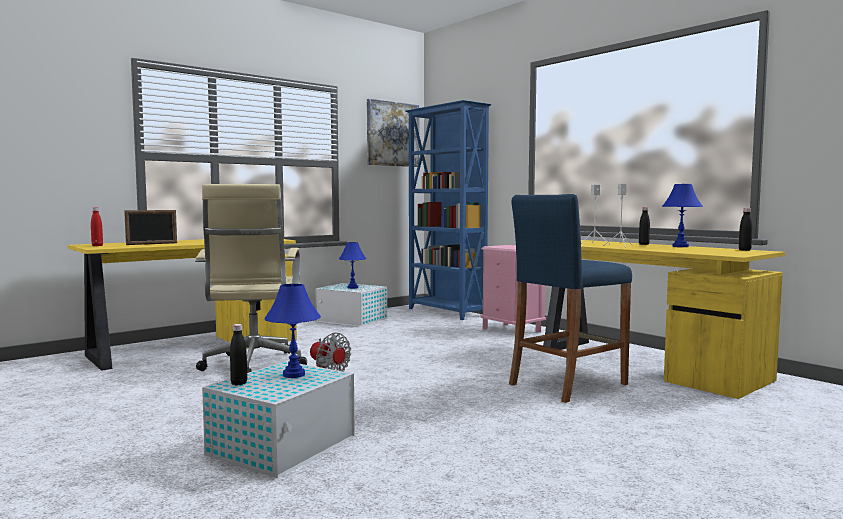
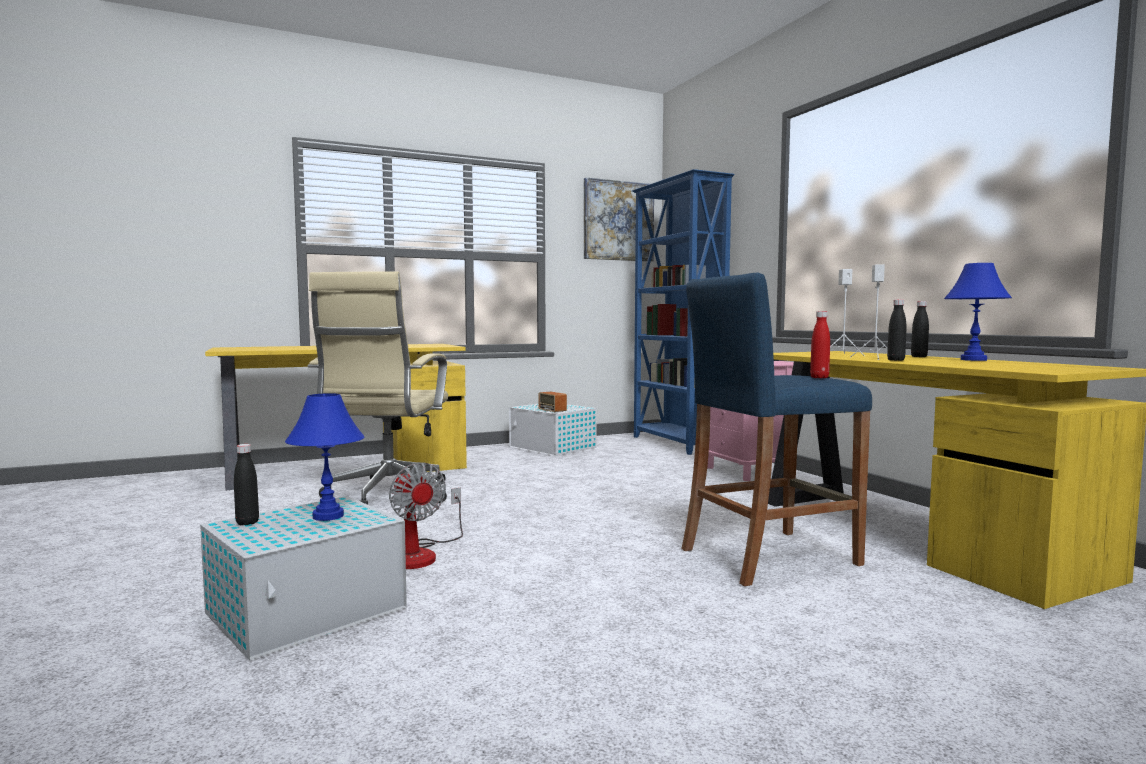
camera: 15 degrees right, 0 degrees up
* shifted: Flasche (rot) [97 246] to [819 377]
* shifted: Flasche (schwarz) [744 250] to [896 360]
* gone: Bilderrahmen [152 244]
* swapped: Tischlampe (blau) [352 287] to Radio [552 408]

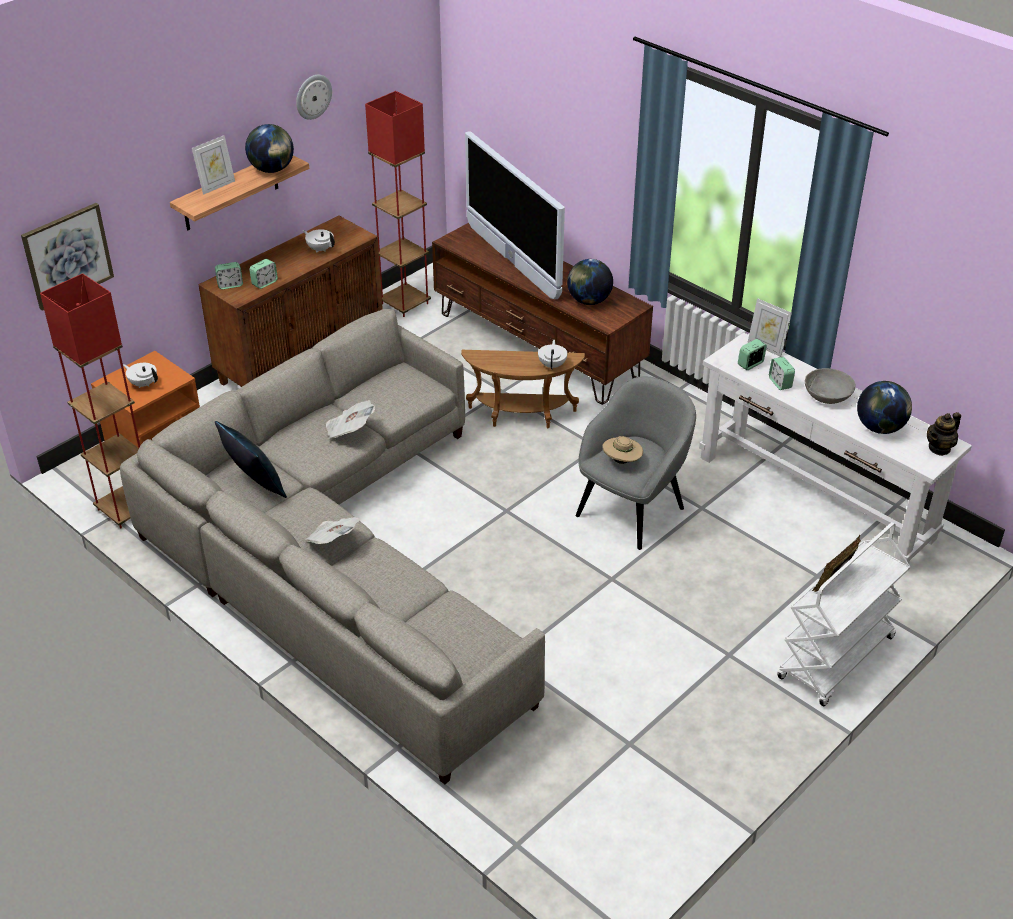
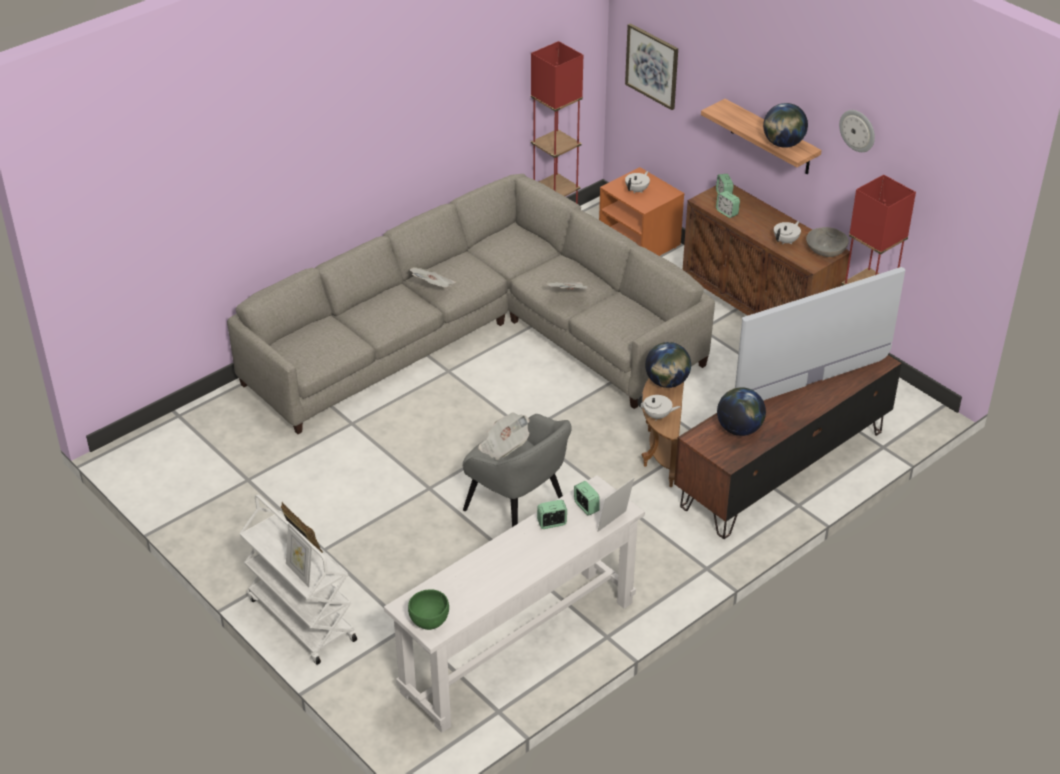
camera: 95 degrees right, 0 degrees up
* shifted: Bilderrahmen [217 186] to [301 573]
* shifted: Schüssel (grau) [827 396] to [825 250]
* shifted: Globus [880 427] to [667 382]
* swapped: Teekanne [939 448] to Schüssel (grün) [429 622]
* gone: Kissen (blau) [254 485]
* swapped: Hut (beige) [622 461] to Zeitung [504 446]

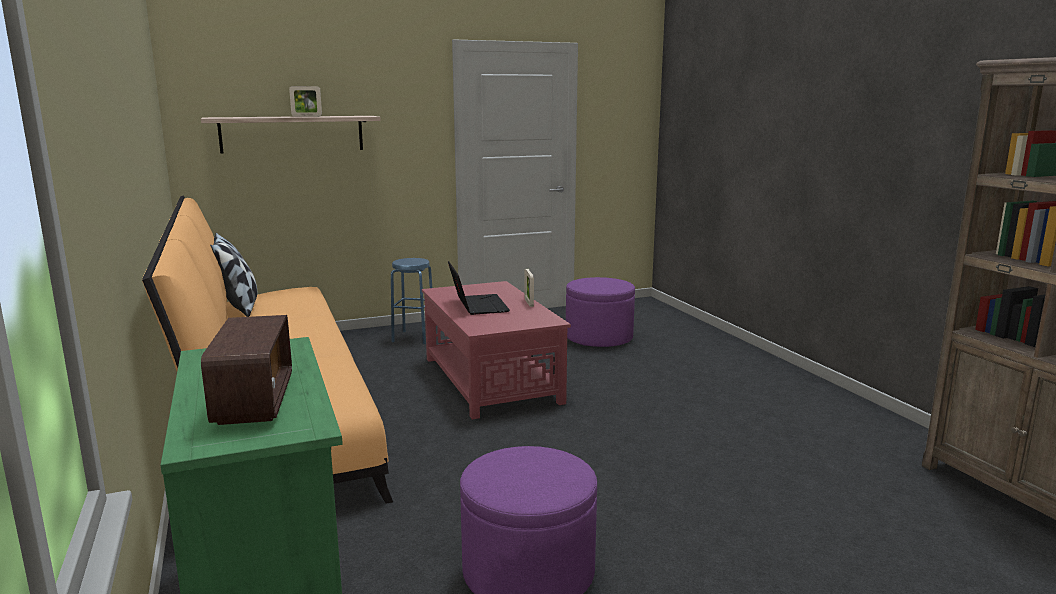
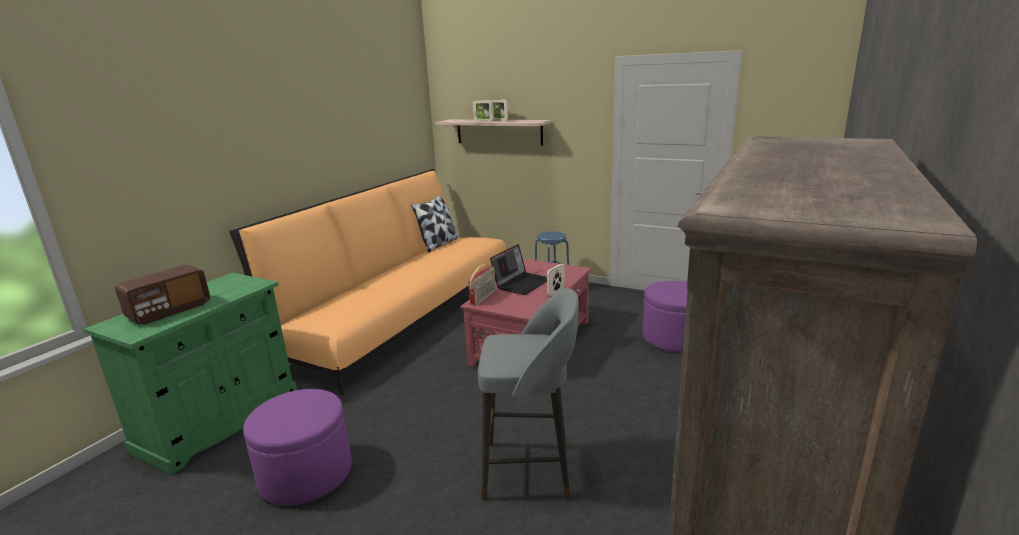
camera: 50 degrees right, 5 degrees up
* new: Bilderrahmen [483 121]
* new: Radio [483 298]
* new: Hocker (grau) [530 470]

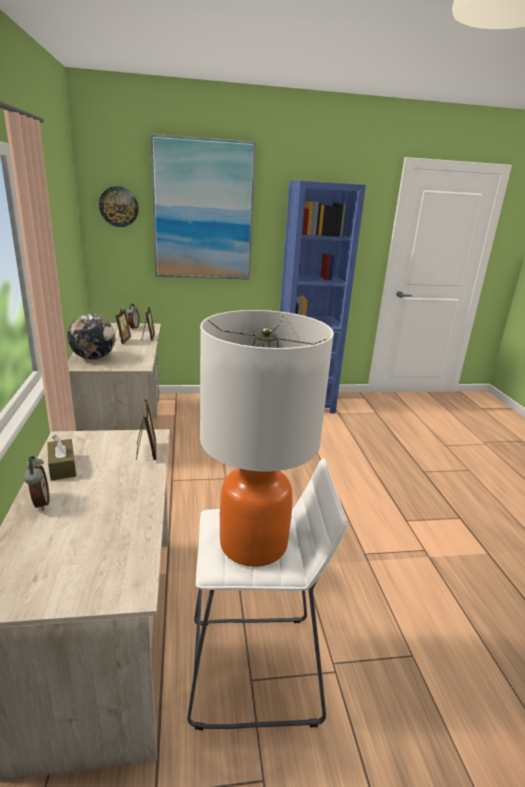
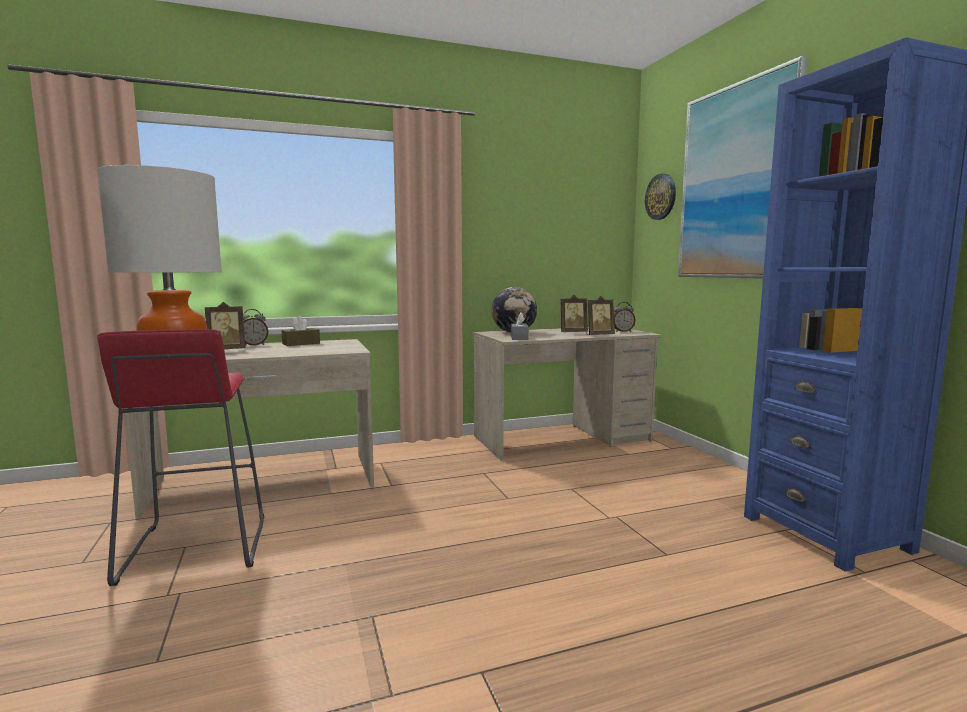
camera: 80 degrees right, 15 degrees down
* shifted: Bilderrahmen [146 452] to [227 350]
* repainted: Hocker (weiß) [255 670] to Hocker (rot) [195 547]
* new: Taschentuchbox (grau) [519 338]

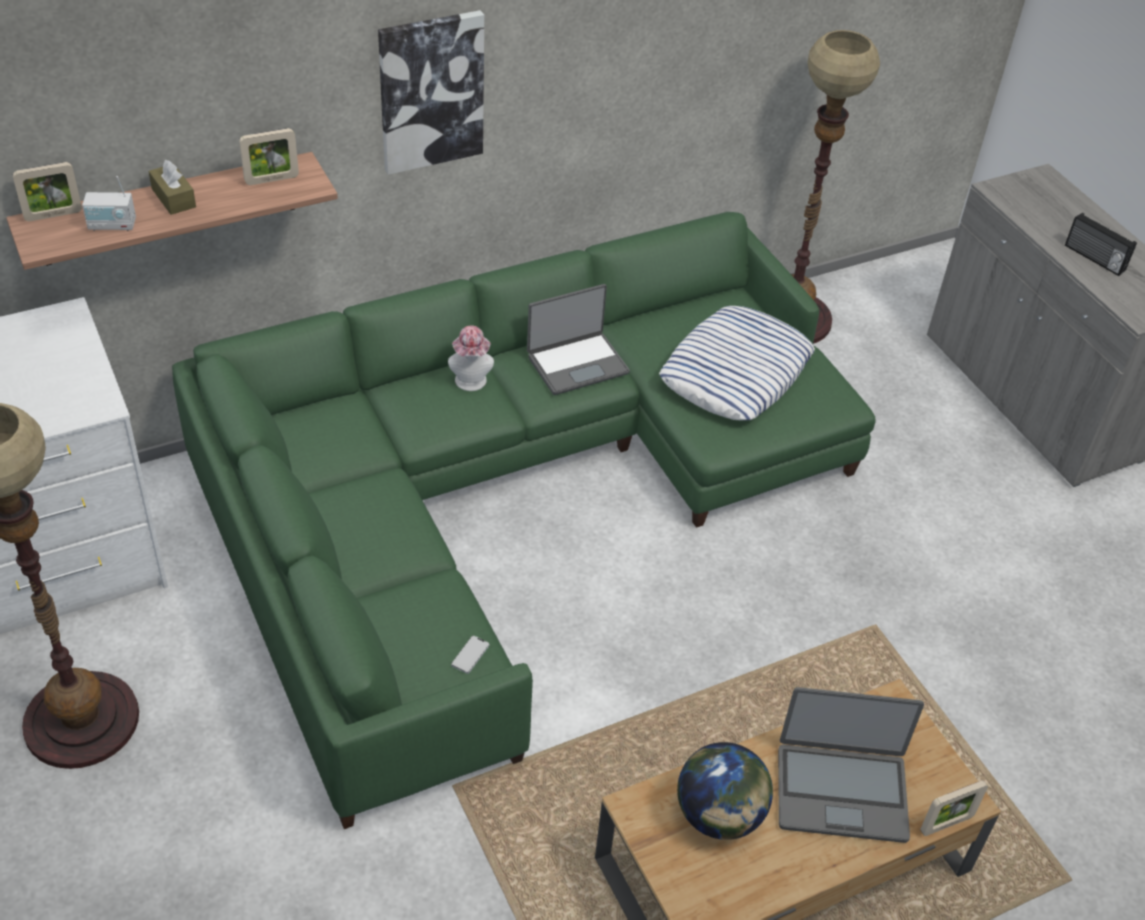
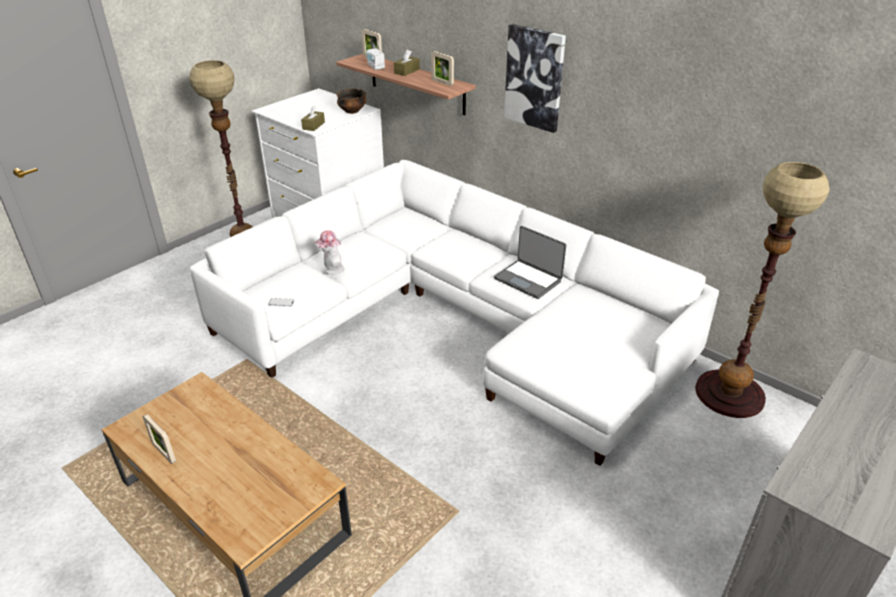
camera: 70 degrees right, 10 degrees down
* repainted: Sofa (grün) [507 494] to Sofa (weiß) [457 320]
* gone: Radio [1094 258]
* gone: Kissen [735 372]
* shifted: Hut [471 383] to [331 270]
* gone: Laptop [841 791]
* gone: Globus [719 816]
* shifted: Bilderrahmen [946 824] to [164 453]
* new: Schüssel [352 111]
* new: Taschentuchbox (braun) [313 126]

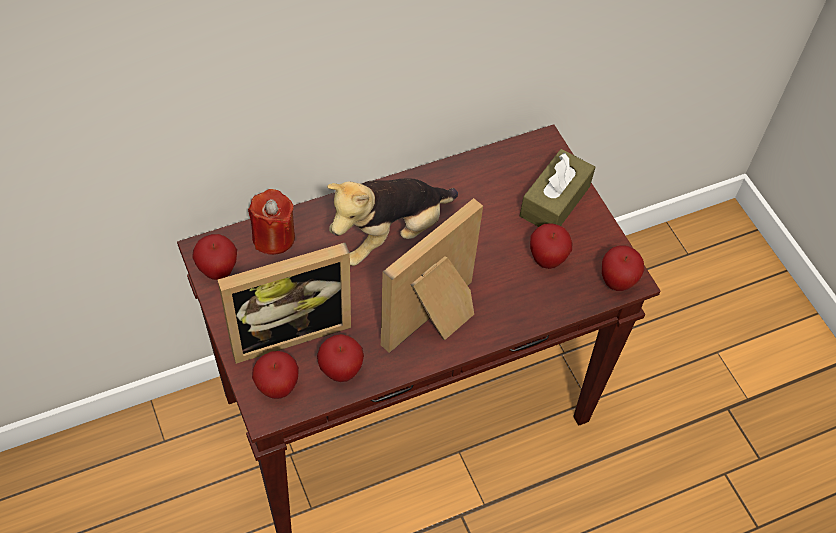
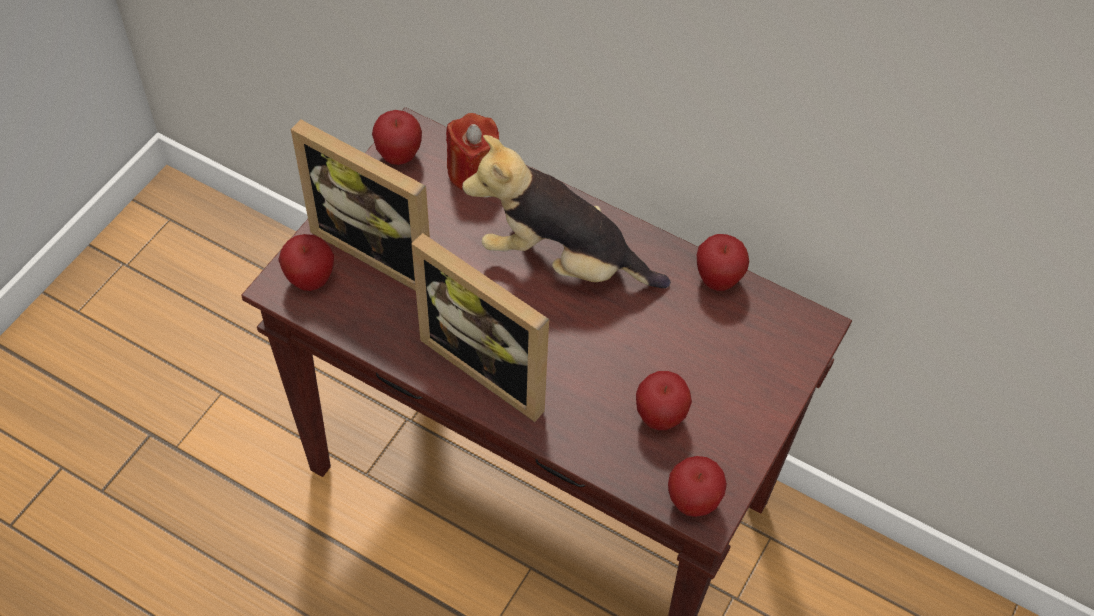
camera: 55 degrees right, 0 degrees up
* gone: Taschentuchbox (braun) [555 201]
* rotated: Bilderrahmen [437 322] = [492 363] 150 degrees counterclockwise
* shifted: Apfel [341 371] to [718 280]

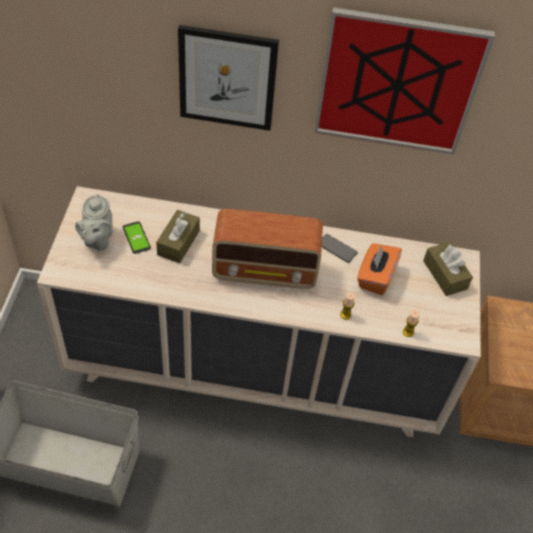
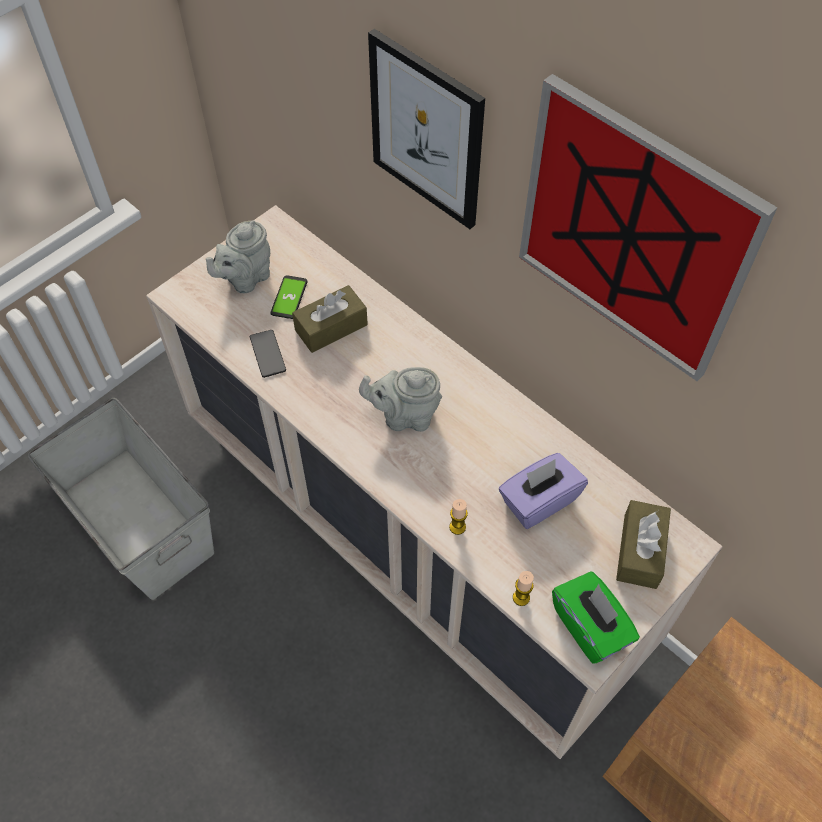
camera: 40 degrees right, 5 degrees up
* swapped: Radio [266 271] to Teekanne (grau) [405 416]
* shifted: Handy [337 249] to [267 354]
* repainted: Taschentuchbox (orange) [375 277] to Taschentuchbox (lila) [538 501]
* new: Taschentuchbox (grün) [590 627]

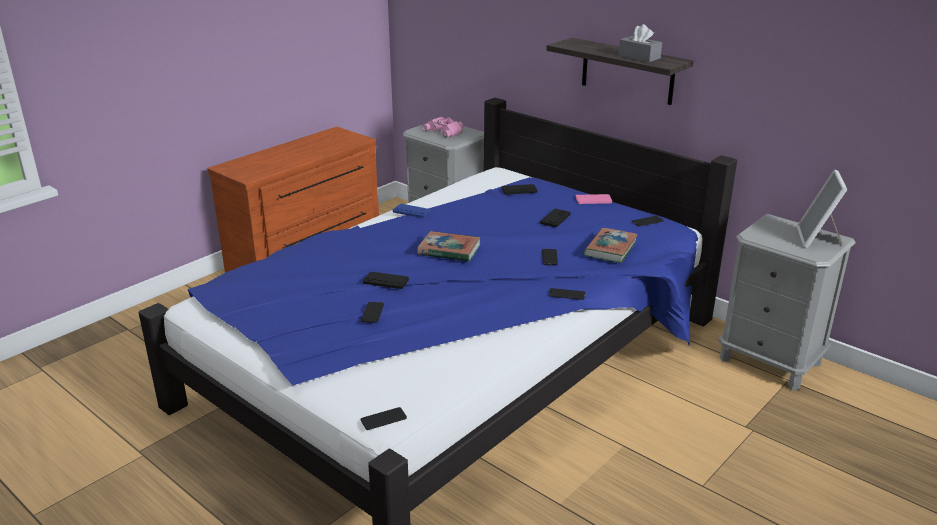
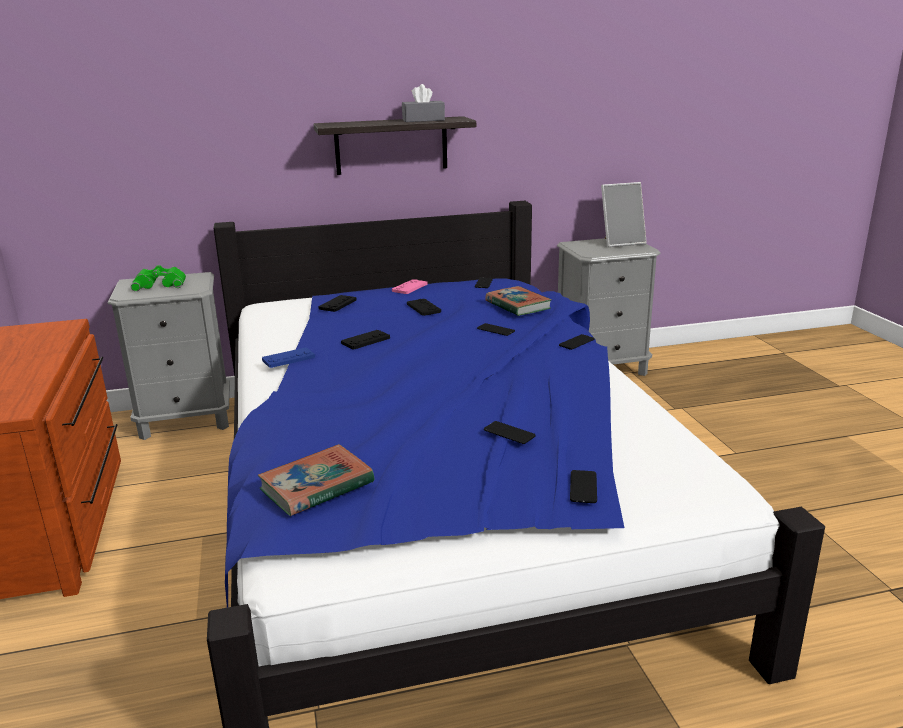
camera: 55 degrees left, 5 degrees down
* repainted: Fernglas (rosa) [445 131] to Fernglas (grün) [160 284]
* rotated: Bilderrahmen [818 239] = [621 242] 60 degrees counterclockwise
* shifted: Buch [449 250] to [317 486]
* shifted: Gamepad (schwarz) [386 281] to [365 341]
* shifted: Handy [383 419] to [583 487]

